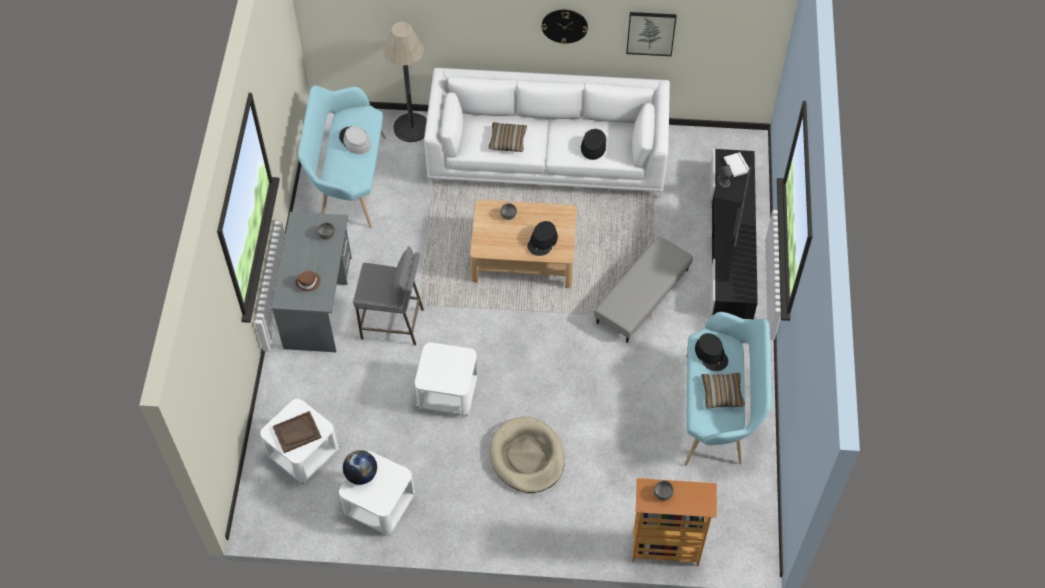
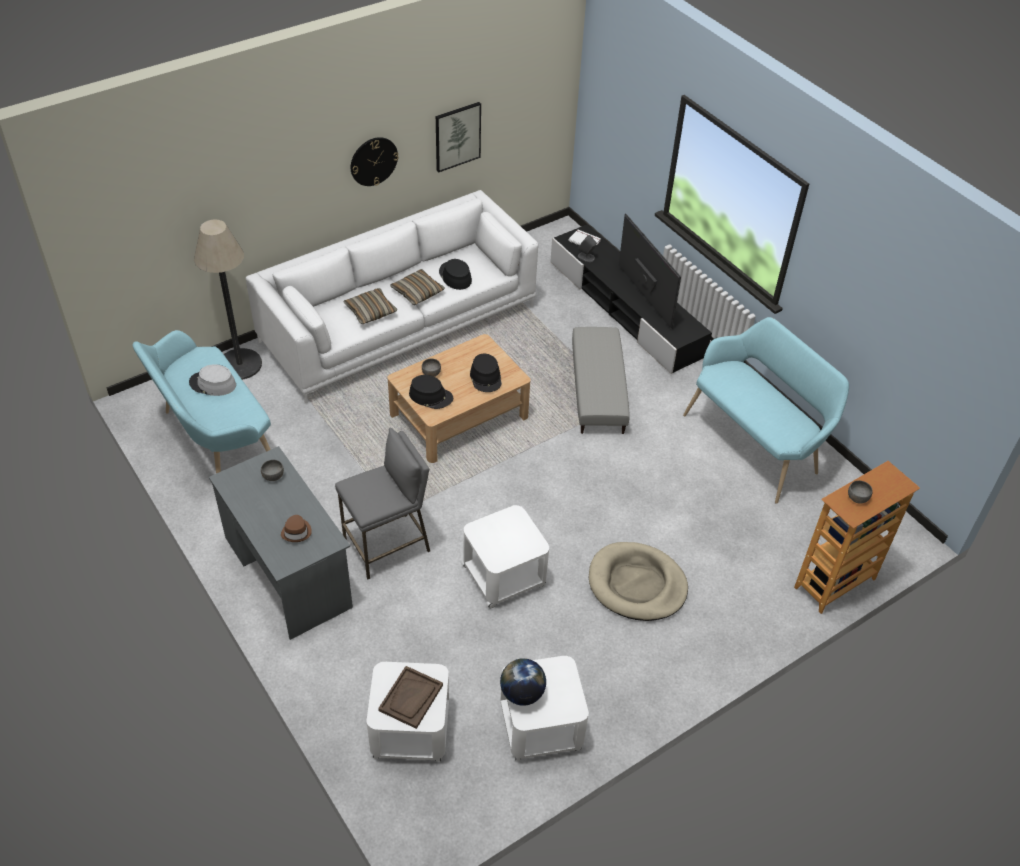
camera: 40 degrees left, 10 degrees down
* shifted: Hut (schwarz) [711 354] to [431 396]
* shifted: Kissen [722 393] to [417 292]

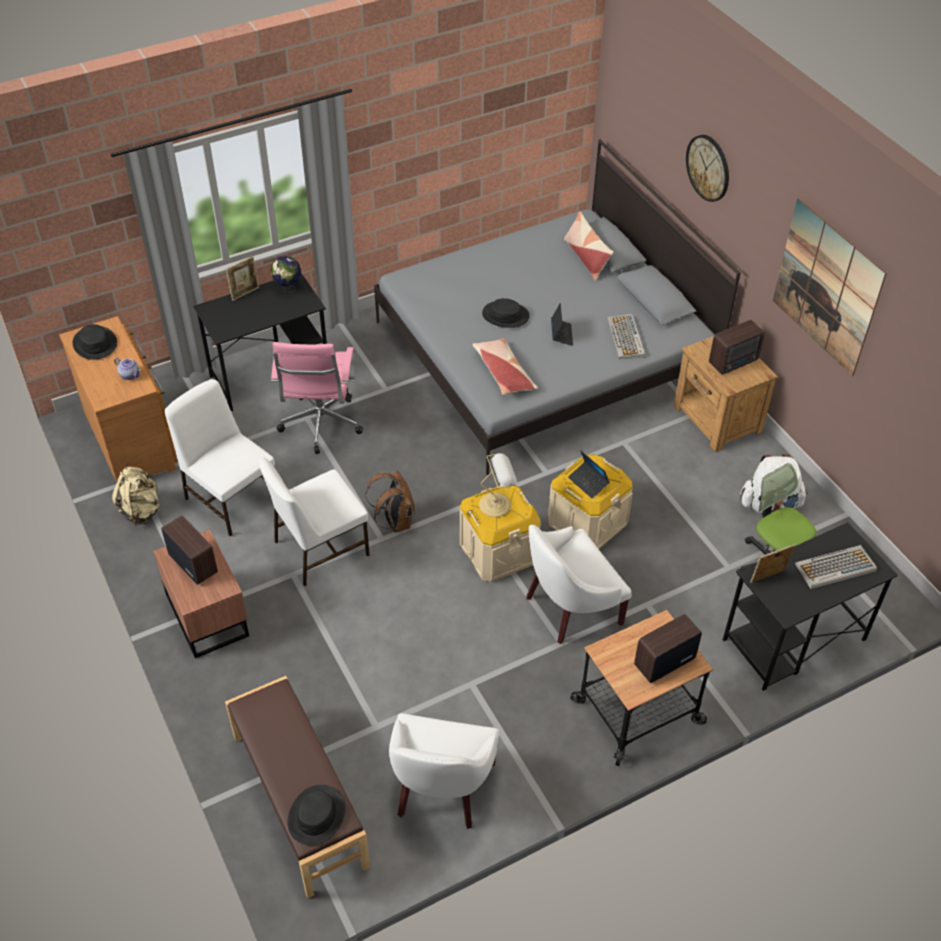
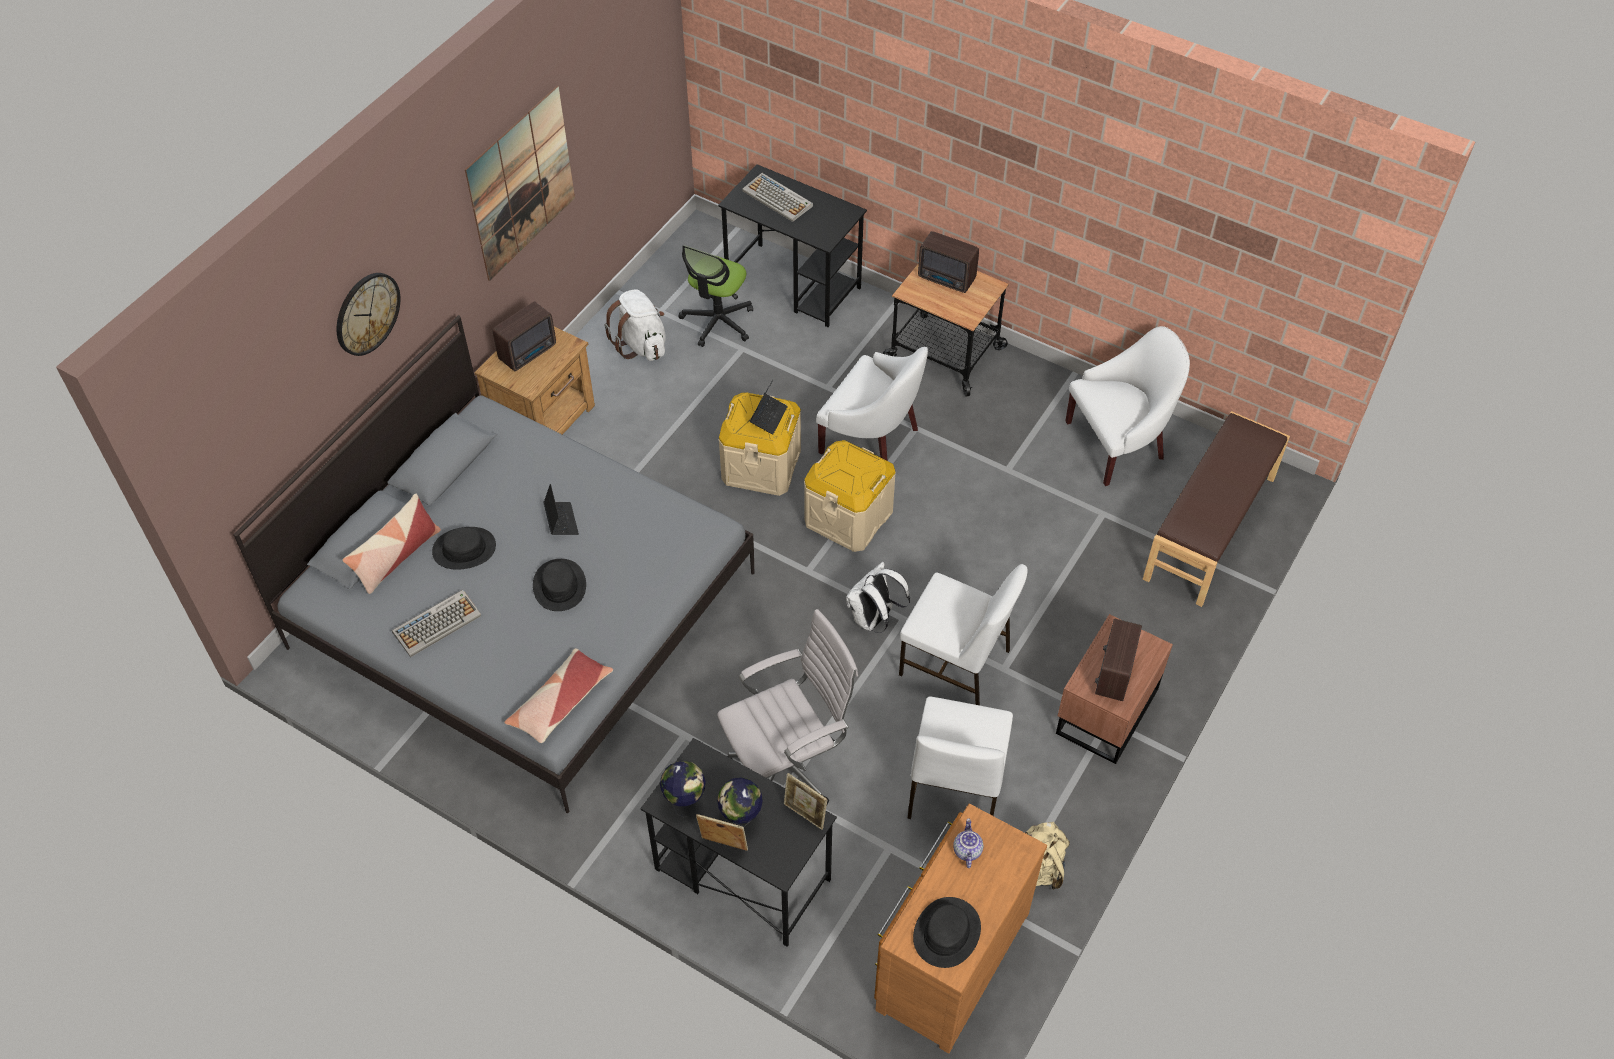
camera: 120 degrees left, 5 degrees up
* rotated: Laptop [561 334] = [561 521] 105 degrees clockwise
* shifted: Tastatur [626 338] to [437 623]
* rotated: Radio [734 362] = [529 352] 105 degrees clockwise
* shifted: Kissen [503 372] to [560 702]
* repainted: Bürostuhl (rosa) [320 426] to Bürostuhl (weiß) [788 766]
* gone: Tischlampe [496 504]
* repainted: Rucksack (braun) [395 521] to Rucksack (weiß) [873 619]
* shifted: Bilderrahmen [767 578] to [805 815]
* shifted: Hut (schwarz) [317 815] to [464 549]
* new: Globus [741 817]

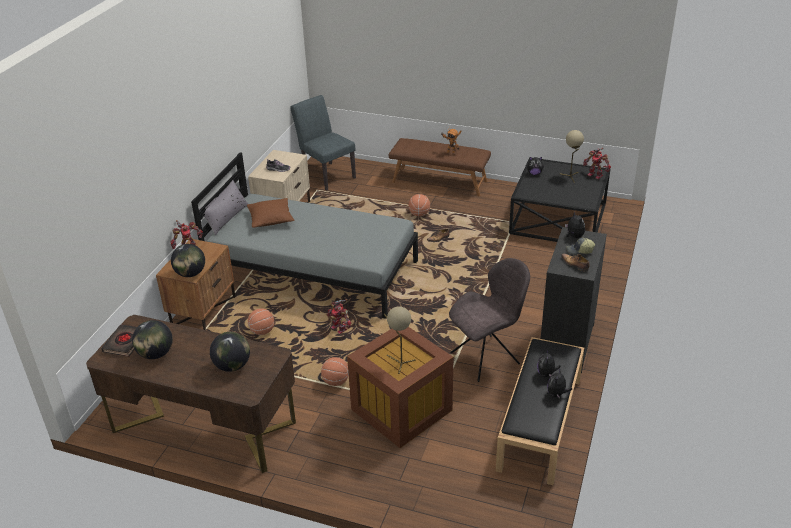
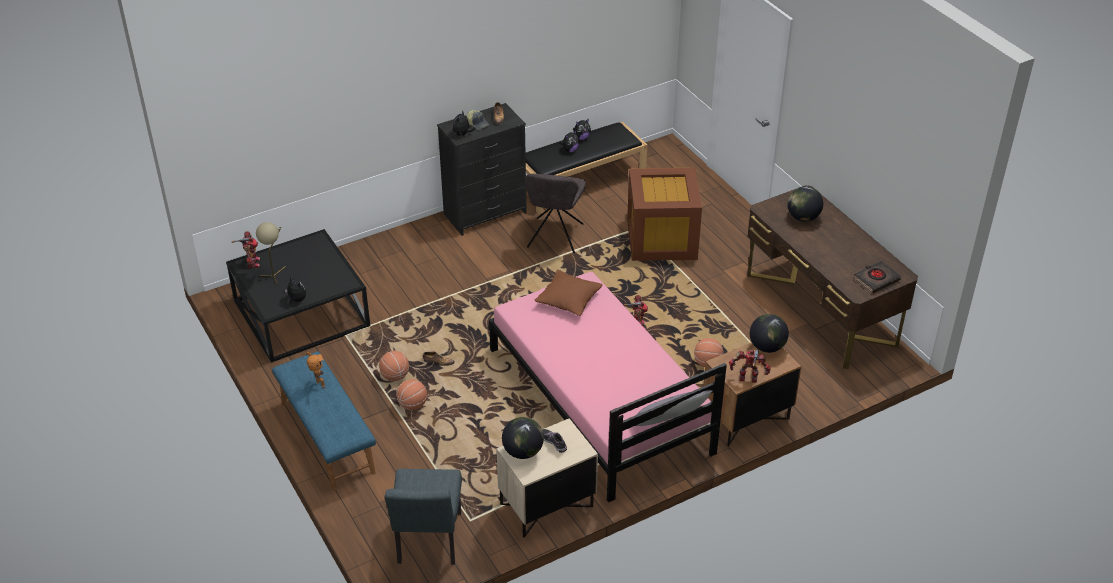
camera: 140 degrees left, 5 degrees up
* repainted: Bank (braun) [439 181] to Bank (blau) [326 437]
* repainted: Bett (grau) [313 271] to Bett (rosa) [598 400]
* shifted: Kissen (braun) [271 219] to [568 299]
* rotated: Stuhl (grau) [487 357] = [554 237] 90 degrees counterclockwise
* gone: Tischlampe (beige) [399 362]
* shifted: Globus [156 354] to [523 452]
* shifted: Basketball [336 381] to [395 376]

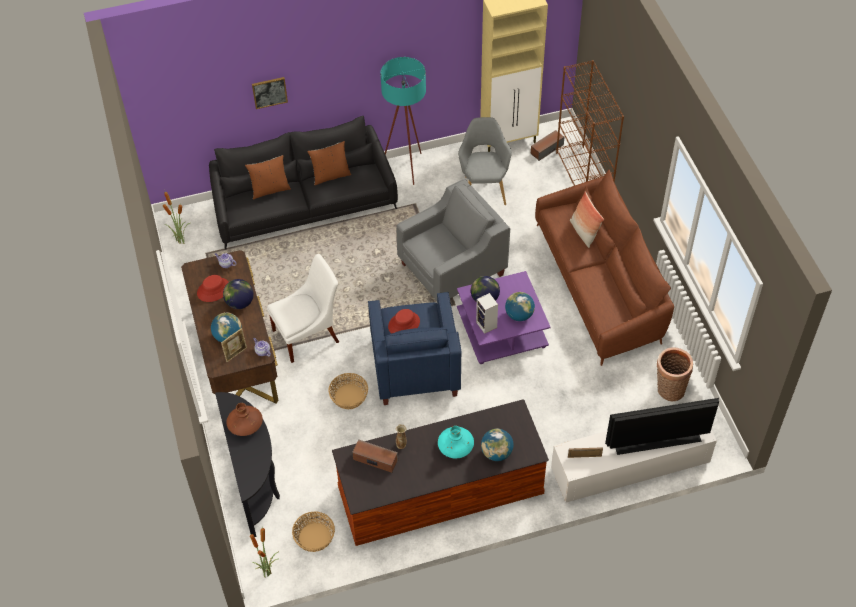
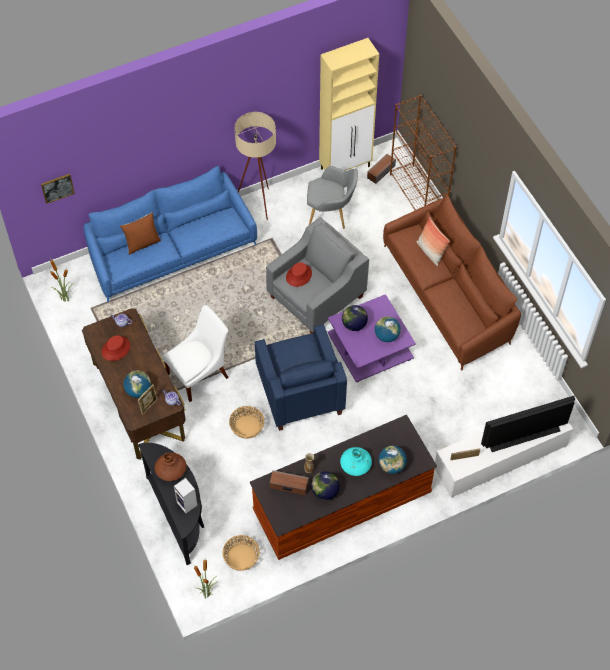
camera: 10 degrees left, 5 degrees up
* repainted: Stehlampe (türkis) [407 170] to Stehlampe (beige) [258 207]
* shifted: Bild [269 92] to [57 188]
* repainted: Sofa (schwarz) [304 205] to Sofa (blau) [171 251]
* rotated: Sessel (grau) [483 188] = [330 215] 105 degrees clockwise
* gone: Kissen (braun) [330 175]
* shifted: Globus [240 303] to [325 491]
* shifted: Lautsprecher [487 325] to [187 504]
* shifted: Hut (rot) [404 324] to [298 275]
* gone: Korb [669 389]

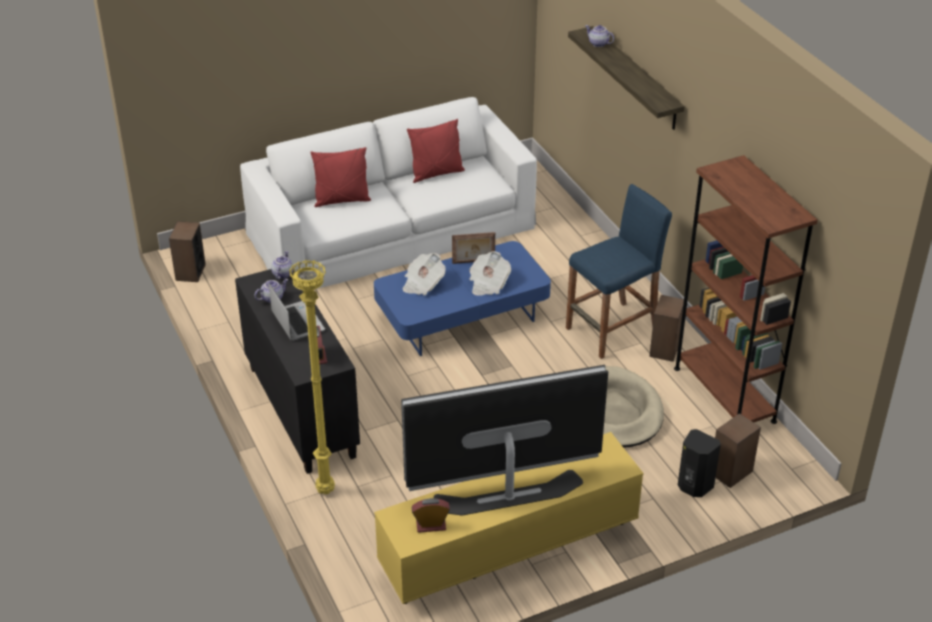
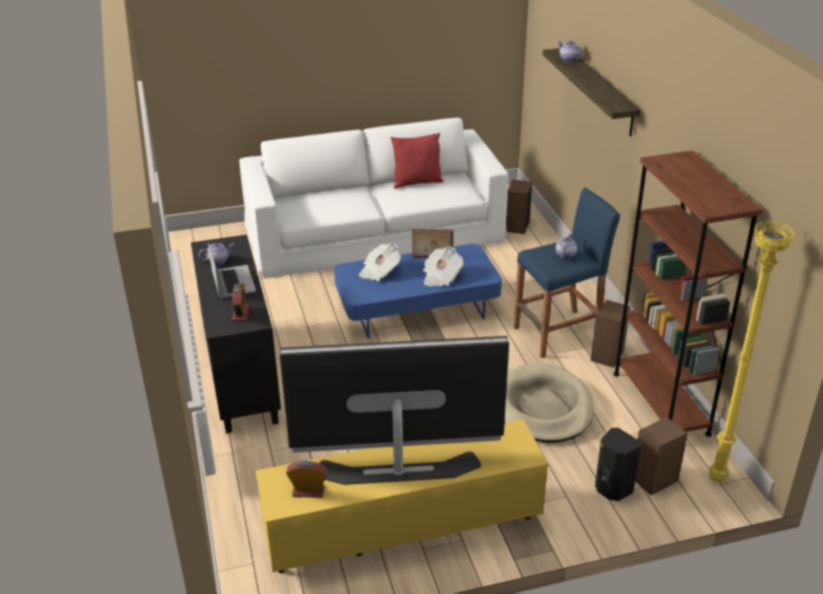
camera: 10 degrees right, 5 degrees down
* gone: Kissen (rot) [342 200]
* shifted: Lautsprecher [190 272] to [517 226]
* shifted: Teekanne [282 274] to [565 255]
* shifted: Stehlampe (gelb) [326 490] to [718 478]

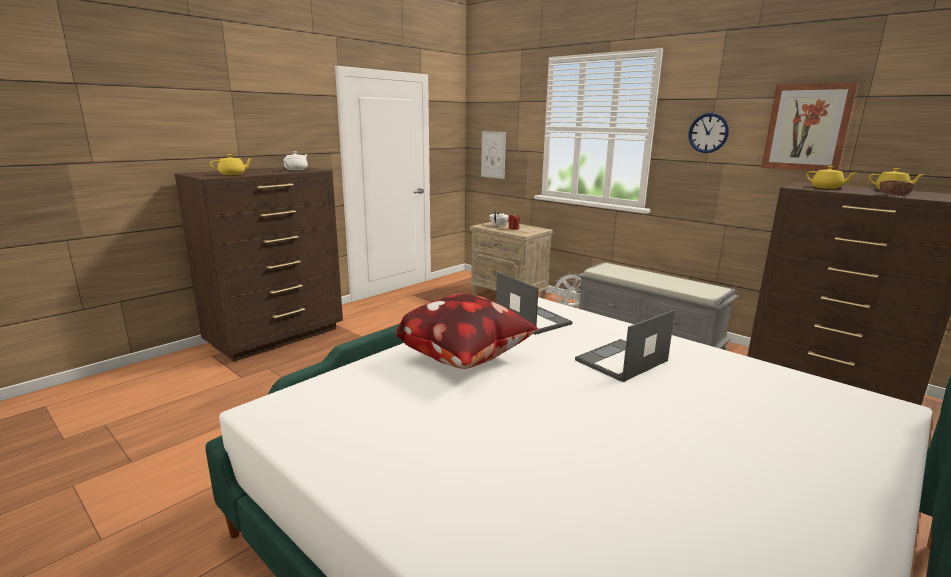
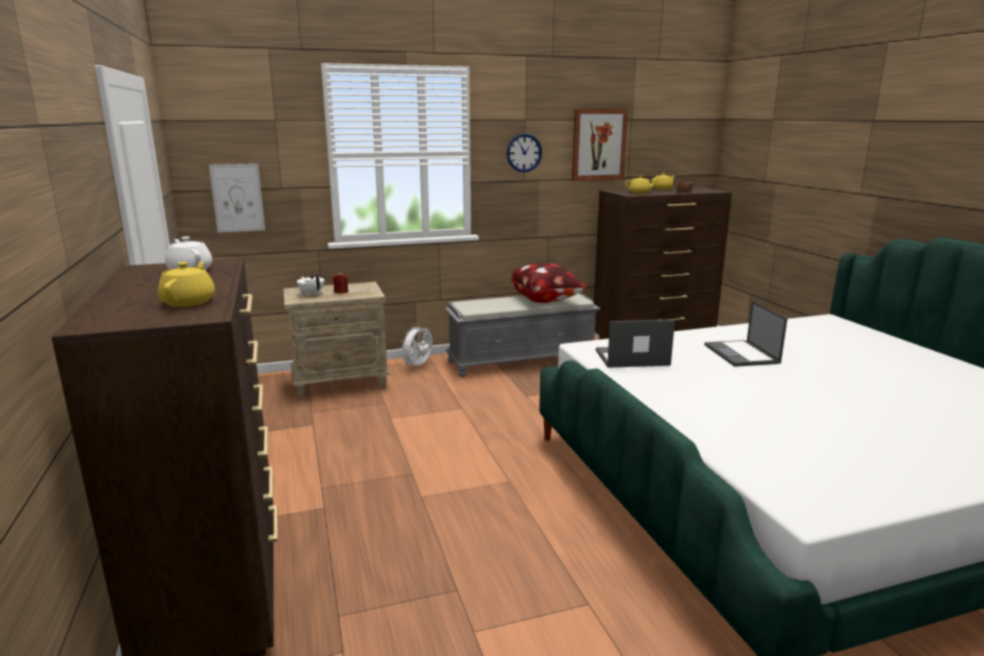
camera: 60 degrees left, 0 degrees up
* shifted: Kissen [467 359] to [546 300]

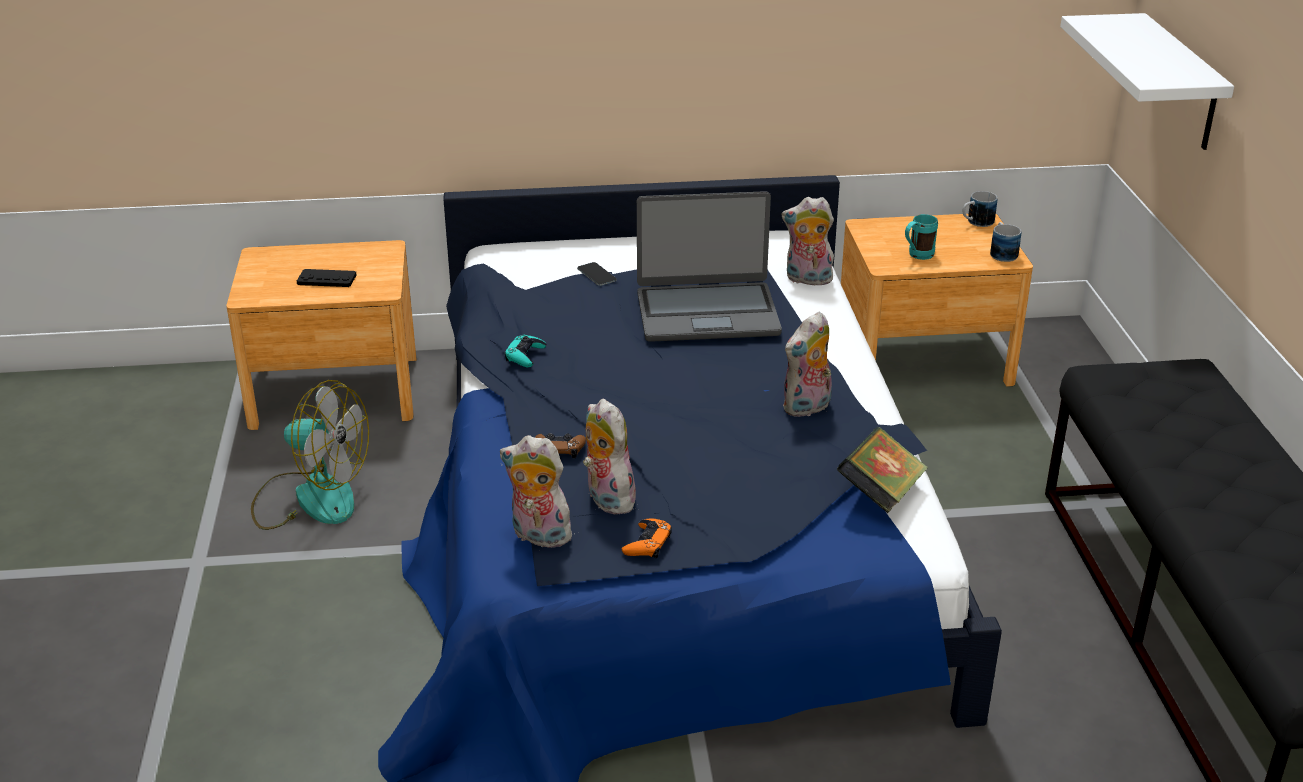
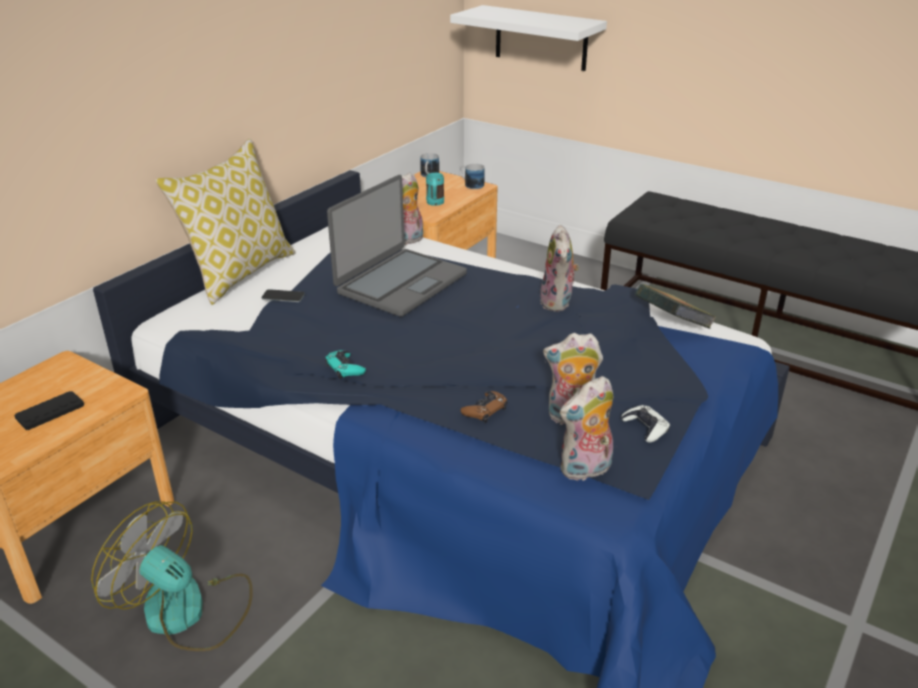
camera: 50 degrees left, 0 degrees up
* rotated: Ventilator [310 497] = [188 612] 120 degrees counterclockwise
* repainted: Gamepad (orange) [647 543] to Gamepad (weiß) [645 427]
* new: Kissen [240 273]

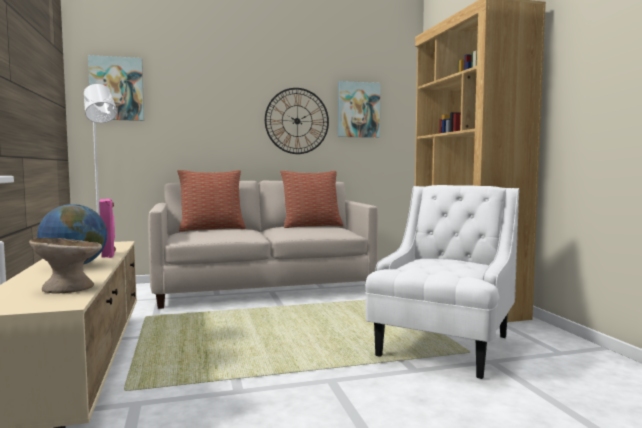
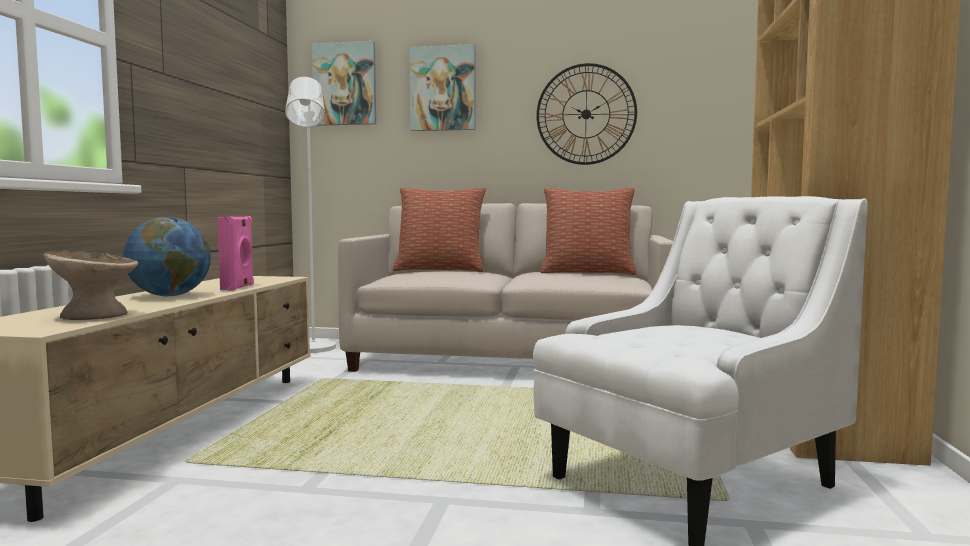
camera: 25 degrees right, 0 degrees up
* shifted: Bild [358 110] to [443 89]

